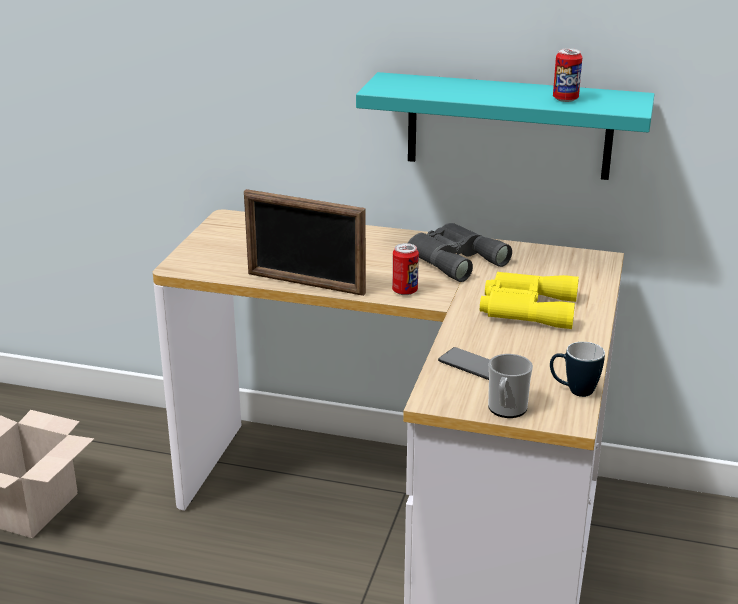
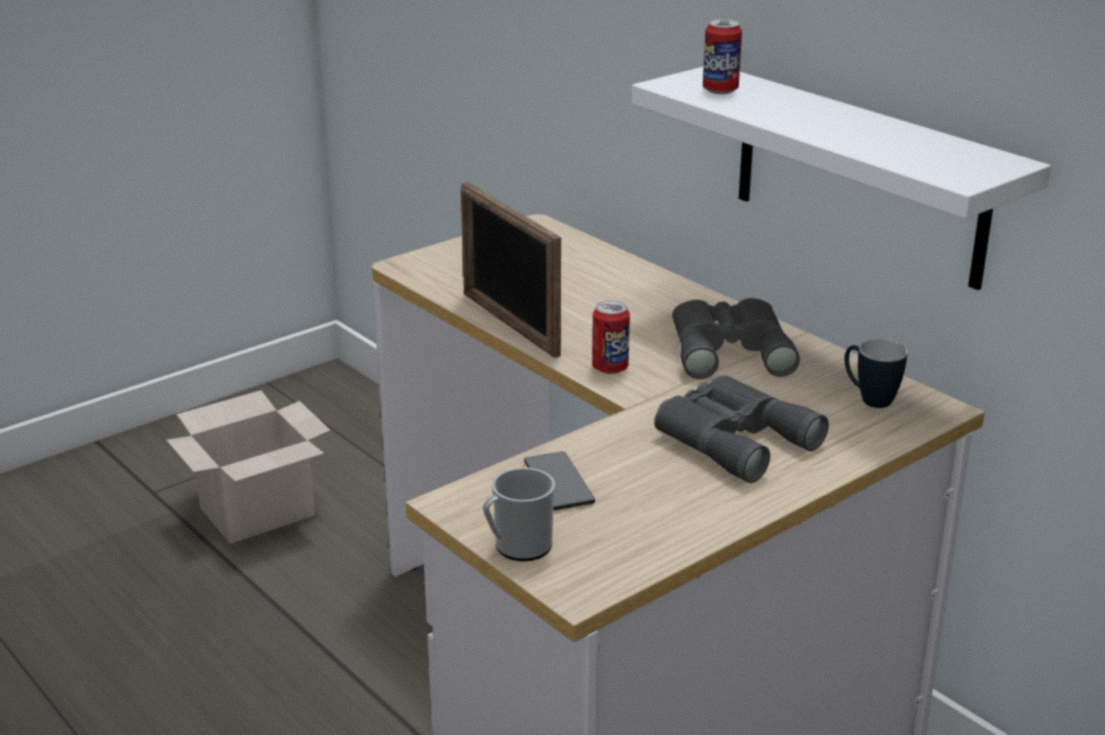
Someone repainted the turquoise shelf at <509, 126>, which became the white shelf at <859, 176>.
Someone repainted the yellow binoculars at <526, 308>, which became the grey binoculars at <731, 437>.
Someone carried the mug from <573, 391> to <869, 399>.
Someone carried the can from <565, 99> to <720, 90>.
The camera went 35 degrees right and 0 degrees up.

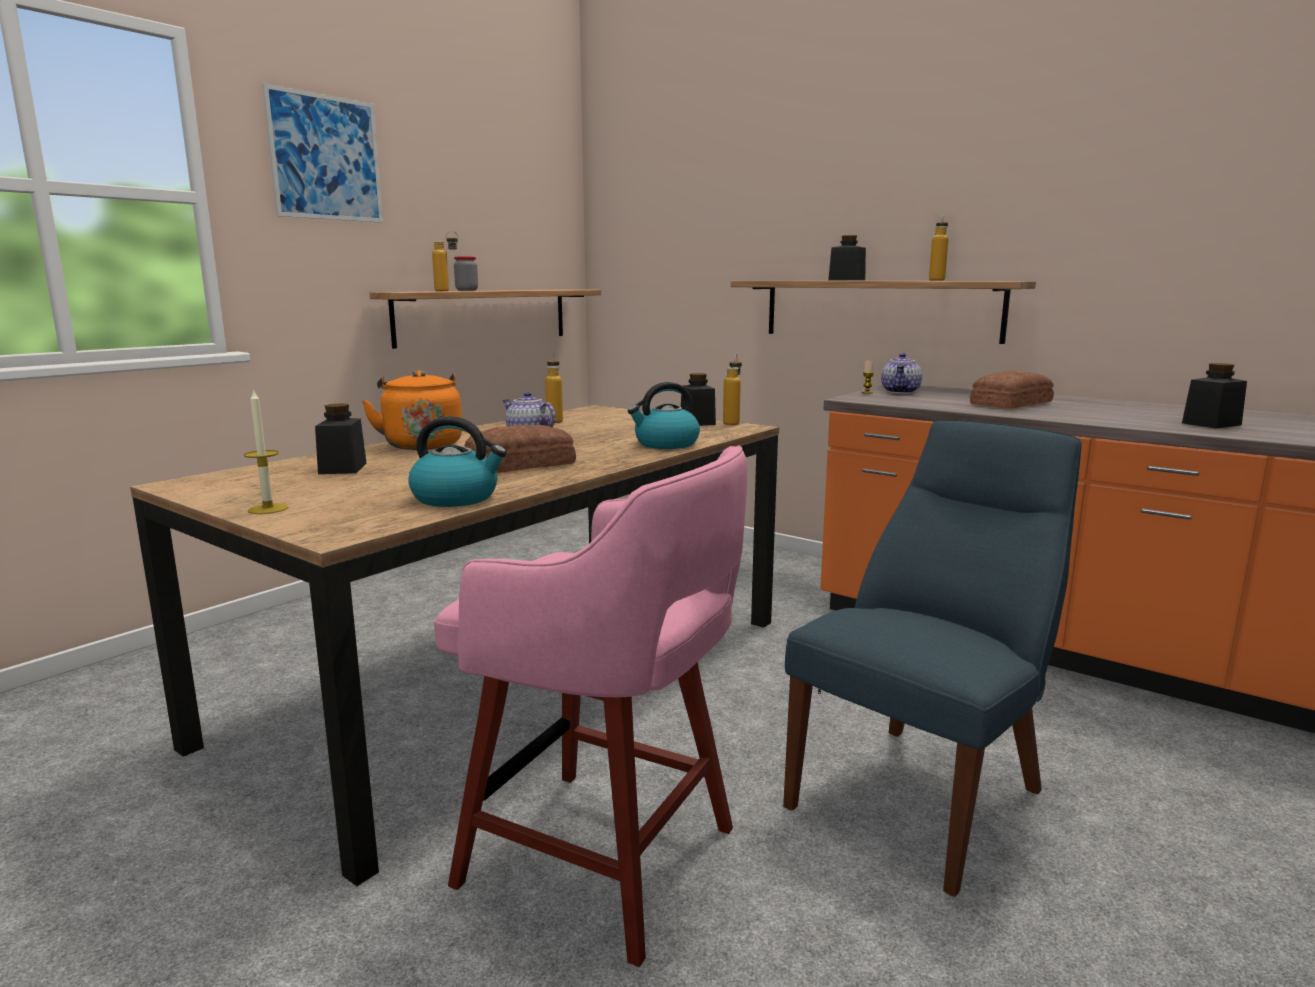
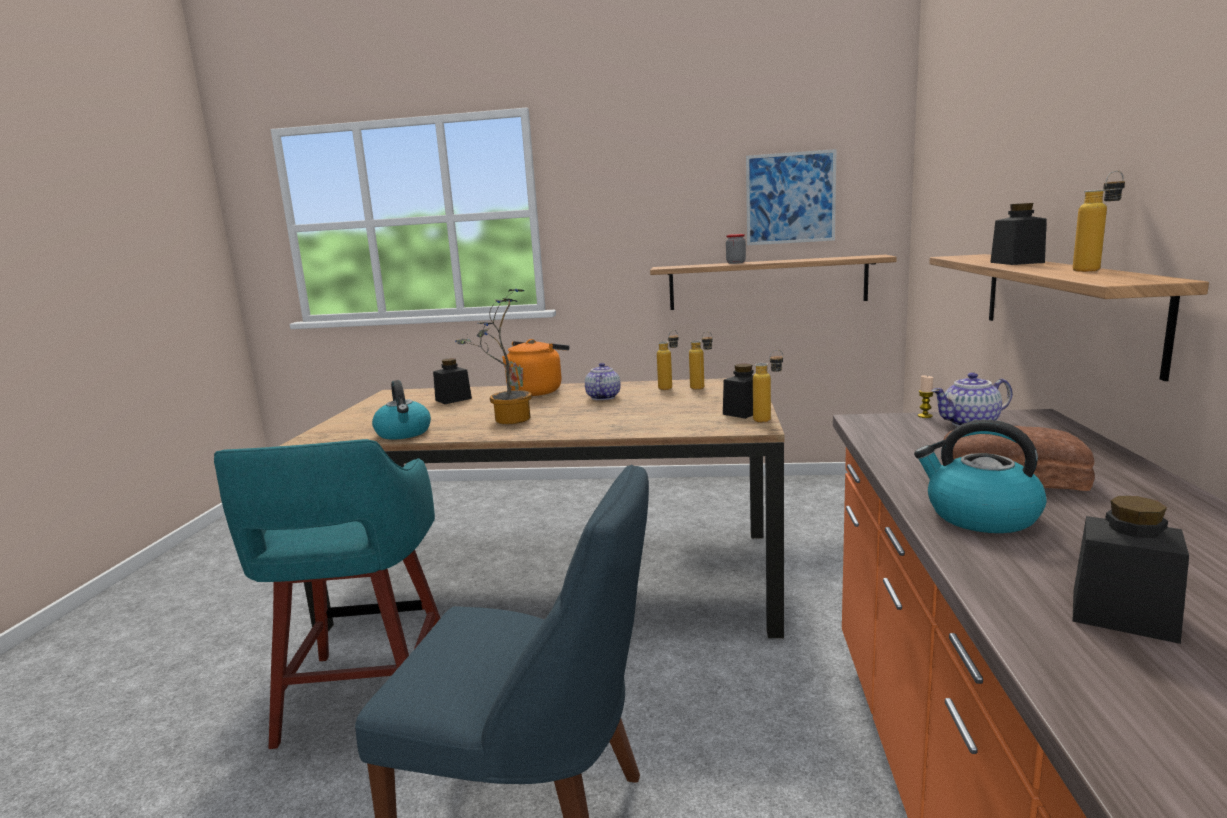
Someone took away the candle at <268, 509>.
Someone carried the picture from <325, 158> to <790, 198>.
Someone carried the bottle from <448, 291> to <702, 388>.
Someone repainted the pink stool at <606, 860>, which became the turquoise stool at <366, 697>.
Someone swapped the bread at <522, 465> for the potted plant at <507, 420>.
Someone carried the kettle from <665, 444> to <980, 516>.
The camera went 60 degrees right and 0 degrees up.

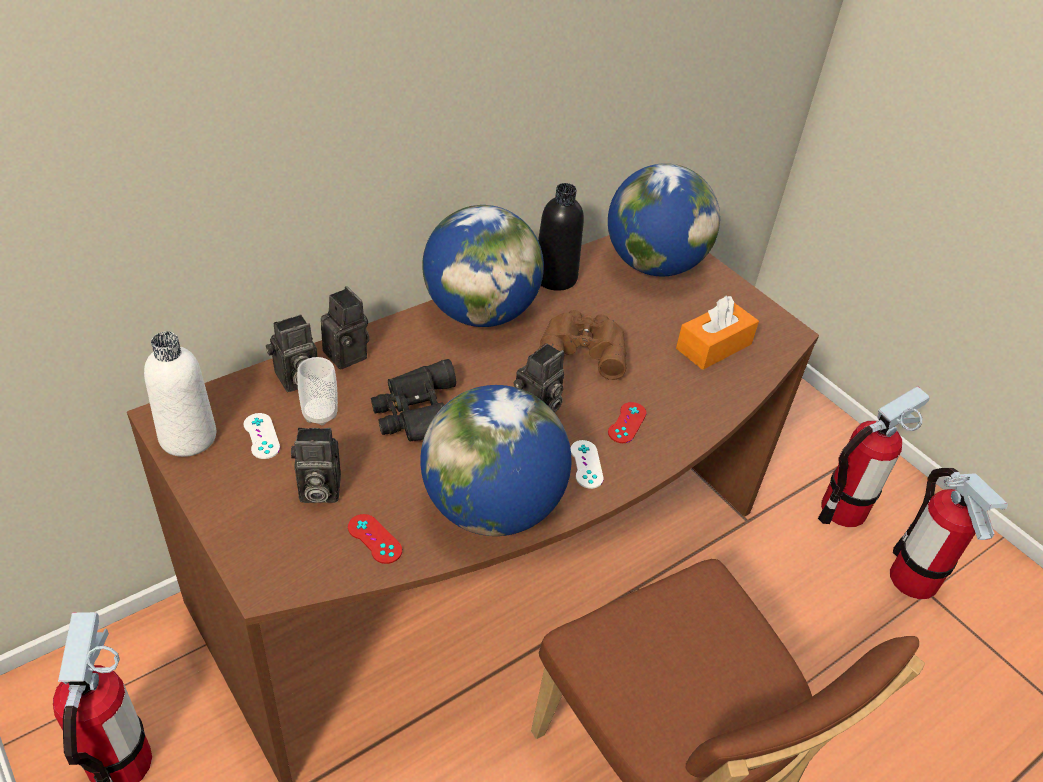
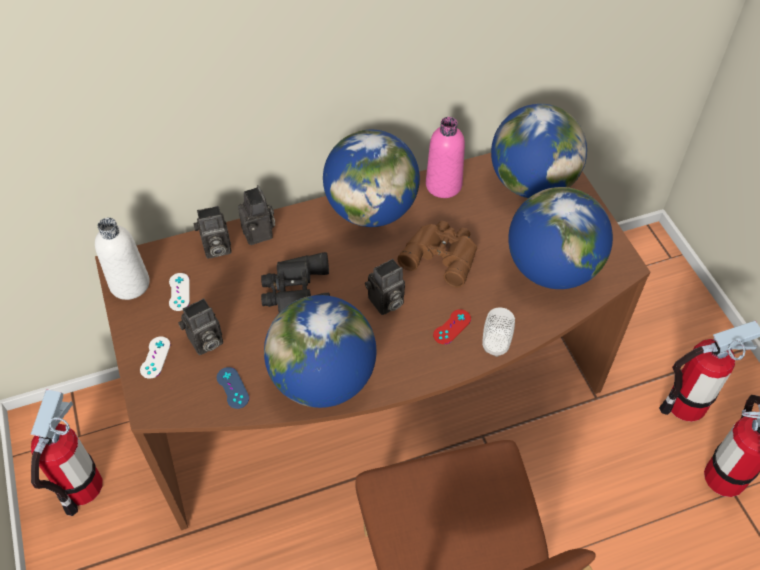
Someone rotated the photo camera at <317, 491> by 45 degrees counterclockwise.
Someone carried the cup from <320, 414> to <495, 346>.
Someone repainted the red game controller at <374, 539>, which became the blue game controller at <232, 388>.
Someone repainted the black bottle at <555, 278>, which became the pink bottle at <443, 185>.
Someone carried the white game controller from <586, 464> to <155, 357>.
Someone swapped the orange tissue box at <713, 346> for the globe at <552, 269>.
The camera went 20 degrees right and 10 degrees up.

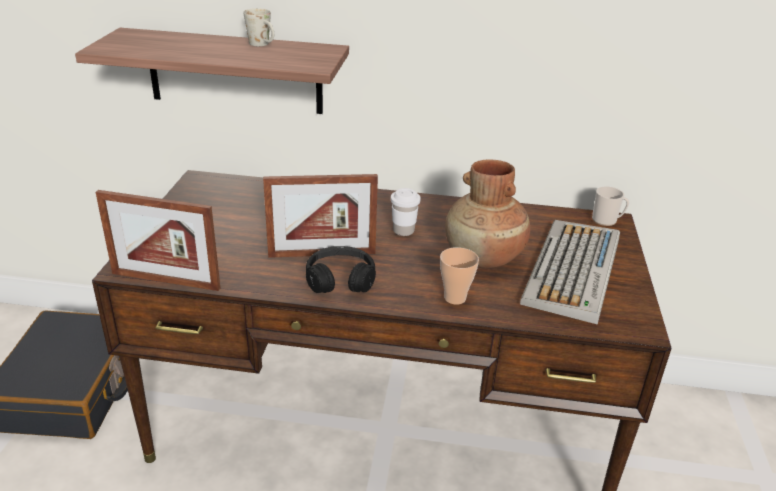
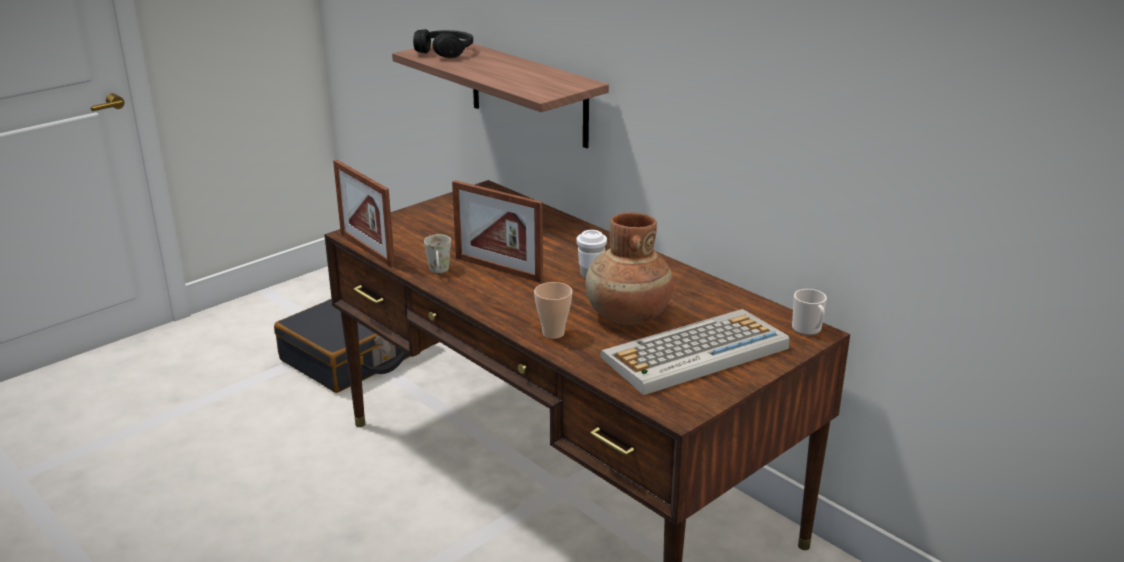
Someone carried the white mug from <263, 45> to <439, 271>.
Someone carried the black headphones from <340, 279> to <445, 52>.
The camera went 40 degrees right and 5 degrees down.

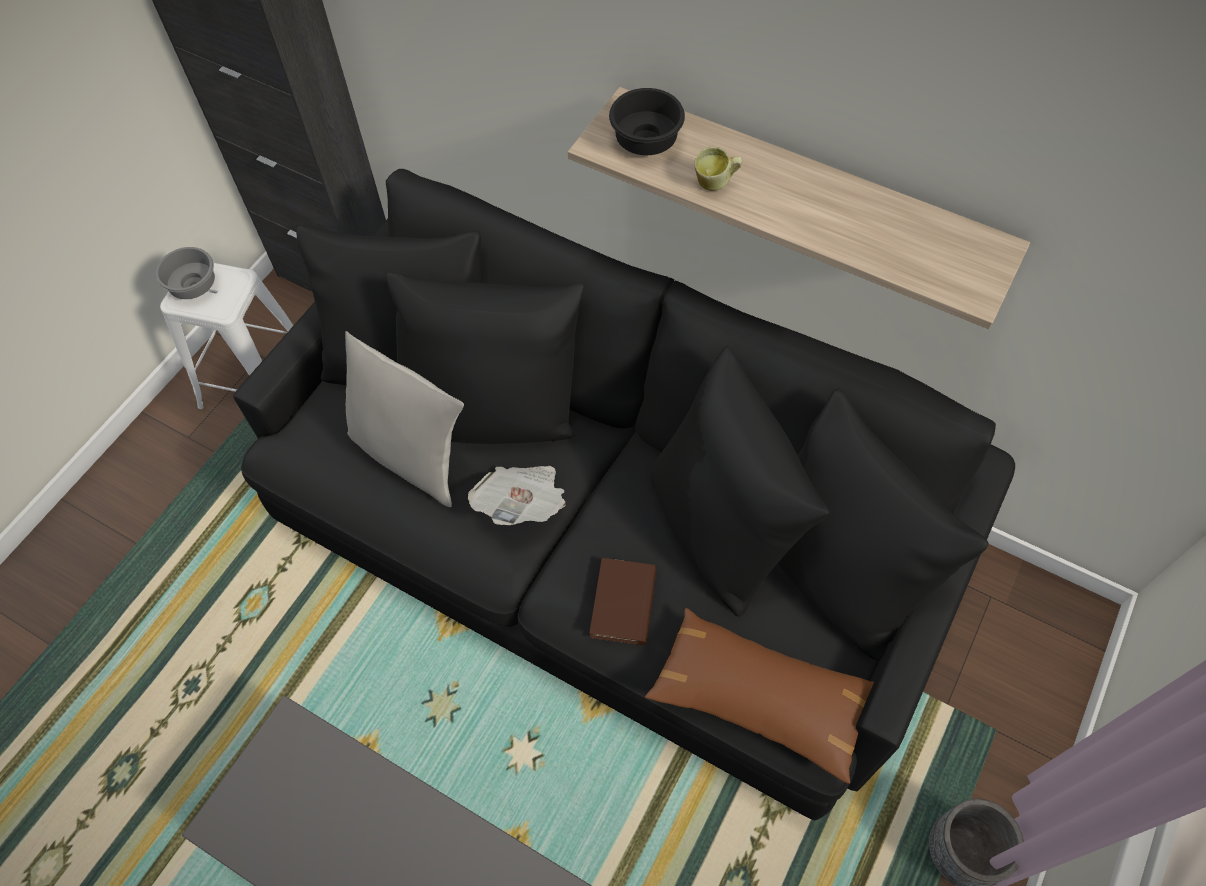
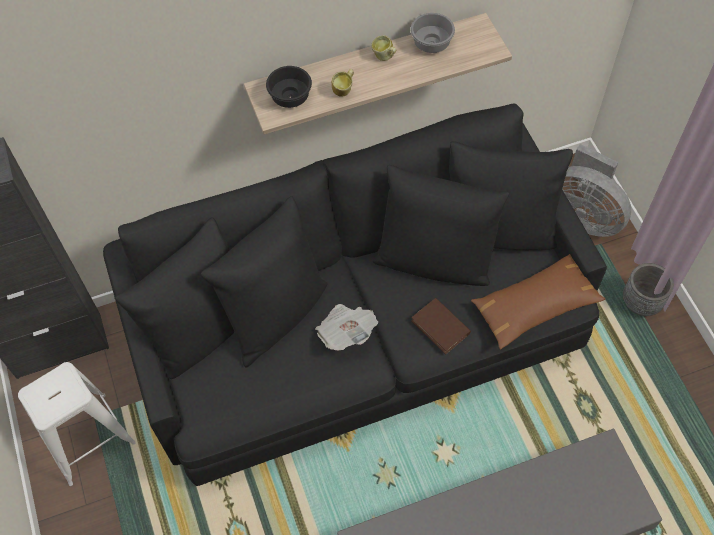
Someone carried the grey bowl from <194, 284> to <430, 43>.
Someone took away the grey pillow at <412, 455>.
Someone put down the mug at <384, 57>.
Someone put down the grey fan at <582, 216>.
The camera went 50 degrees left and 0 degrees up.

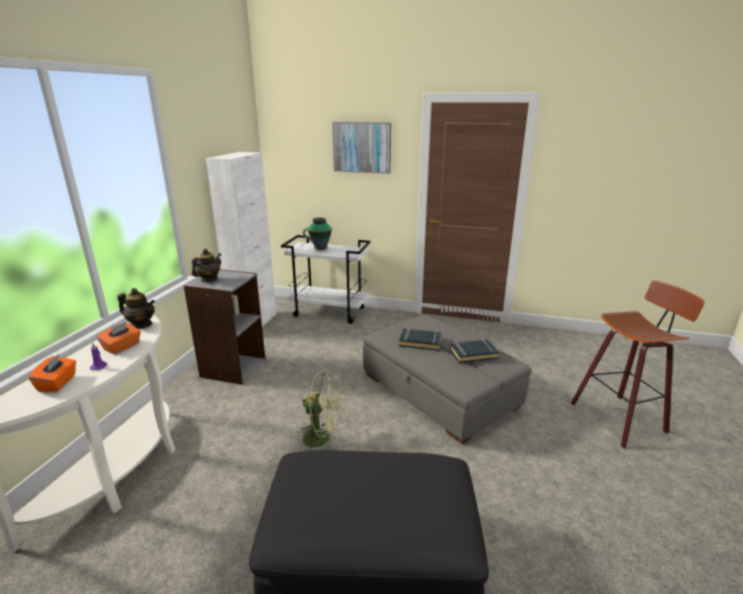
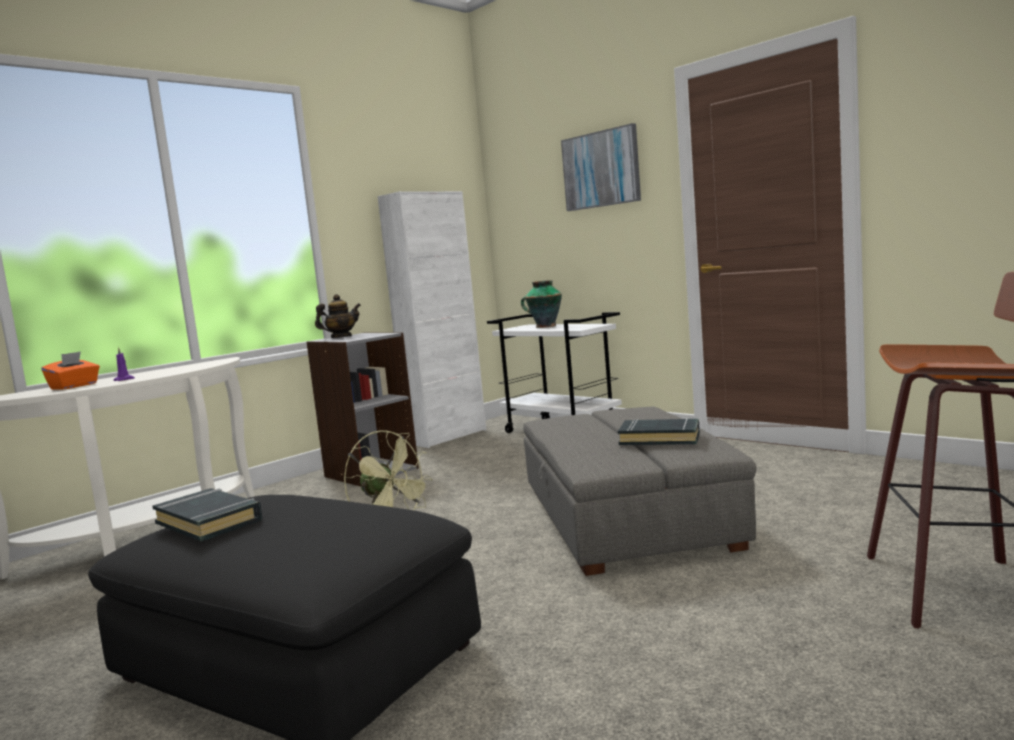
Someone took away the orange tissue box at <122, 347>.
Someone took away the teapot at <141, 325>.
Someone carried the black book from <420, 342> to <209, 521>.
The camera went 30 degrees right and 15 degrees down.

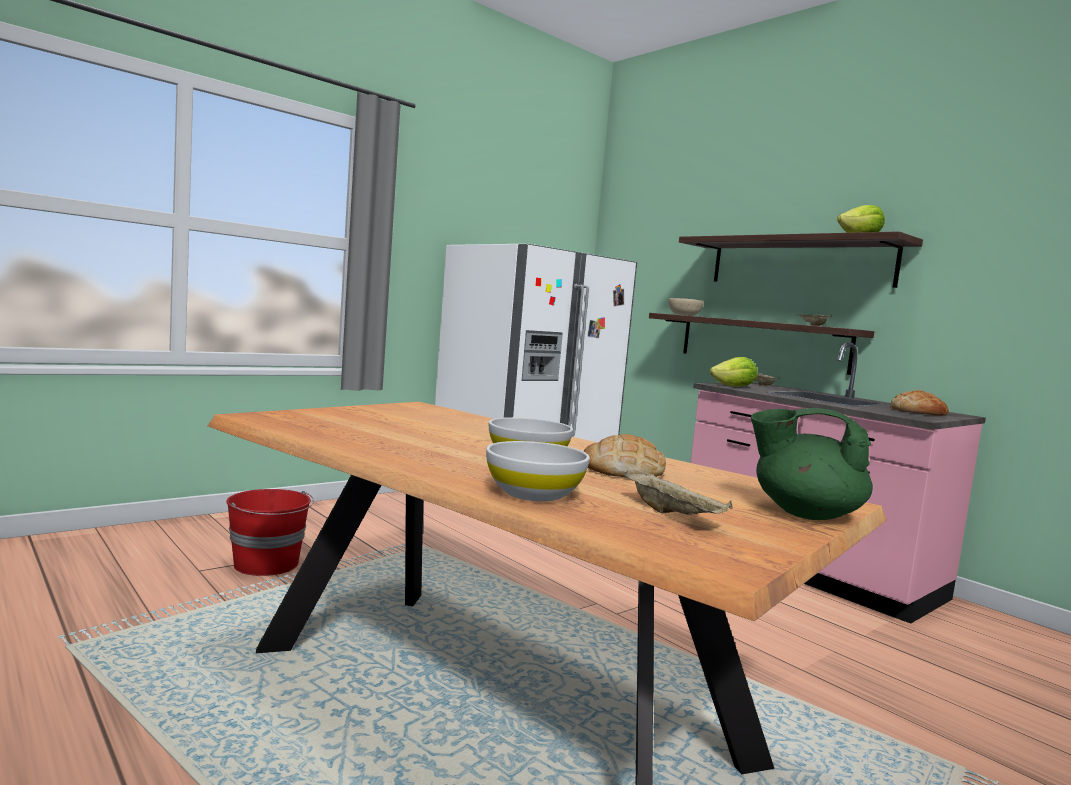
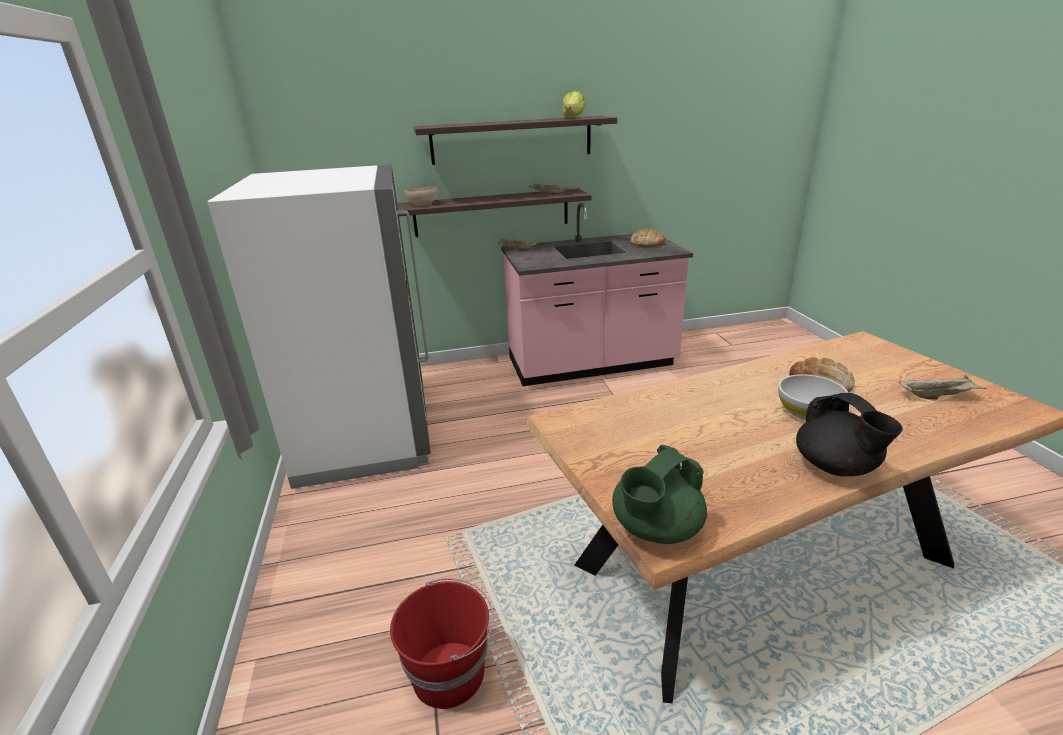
Someone took away the white bowl at <534, 494>.
Someone took away the lettuce at <734, 387>.
Someone carried the green teapot from <804, 513> to <655, 529>.
Someone put down the black teapot at <836, 467>.
The camera went 60 degrees left and 20 degrees up.

